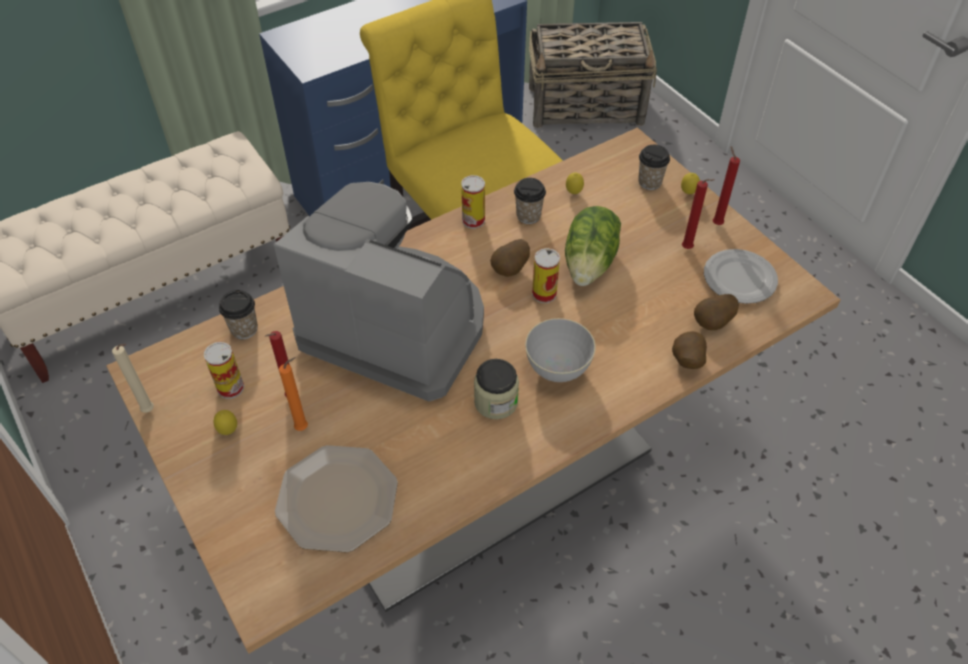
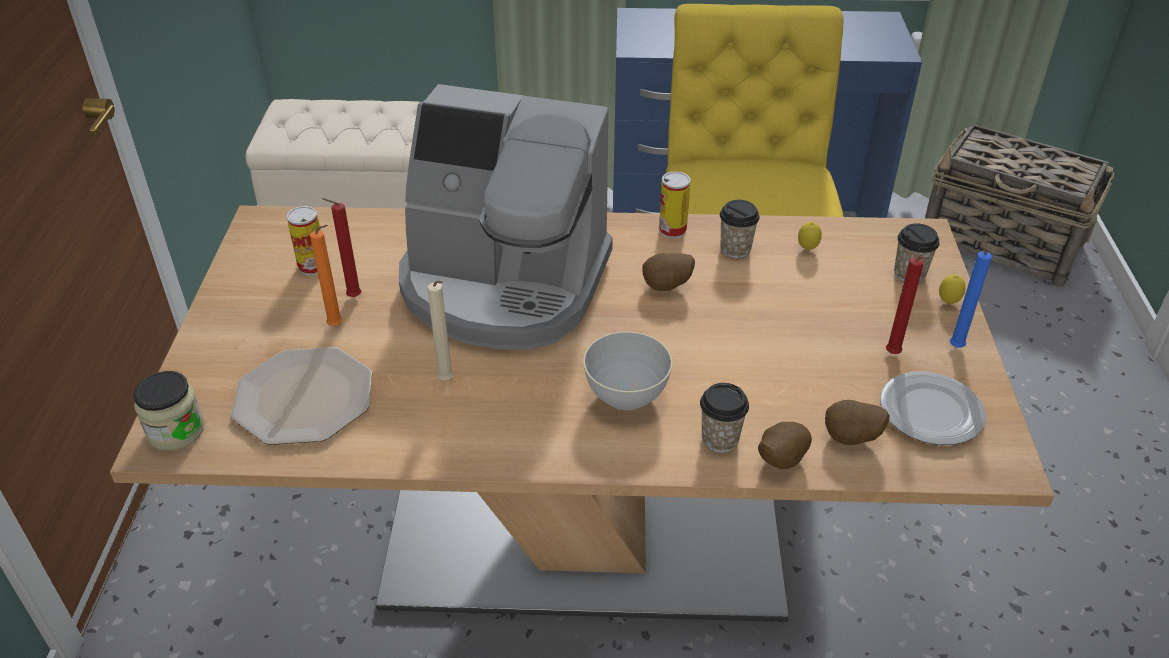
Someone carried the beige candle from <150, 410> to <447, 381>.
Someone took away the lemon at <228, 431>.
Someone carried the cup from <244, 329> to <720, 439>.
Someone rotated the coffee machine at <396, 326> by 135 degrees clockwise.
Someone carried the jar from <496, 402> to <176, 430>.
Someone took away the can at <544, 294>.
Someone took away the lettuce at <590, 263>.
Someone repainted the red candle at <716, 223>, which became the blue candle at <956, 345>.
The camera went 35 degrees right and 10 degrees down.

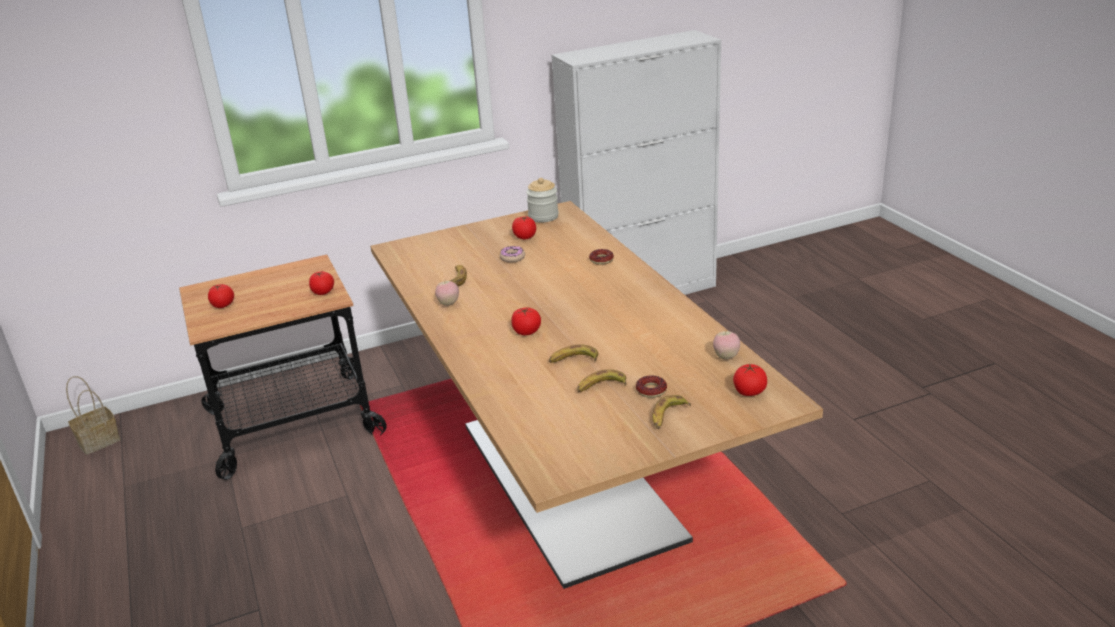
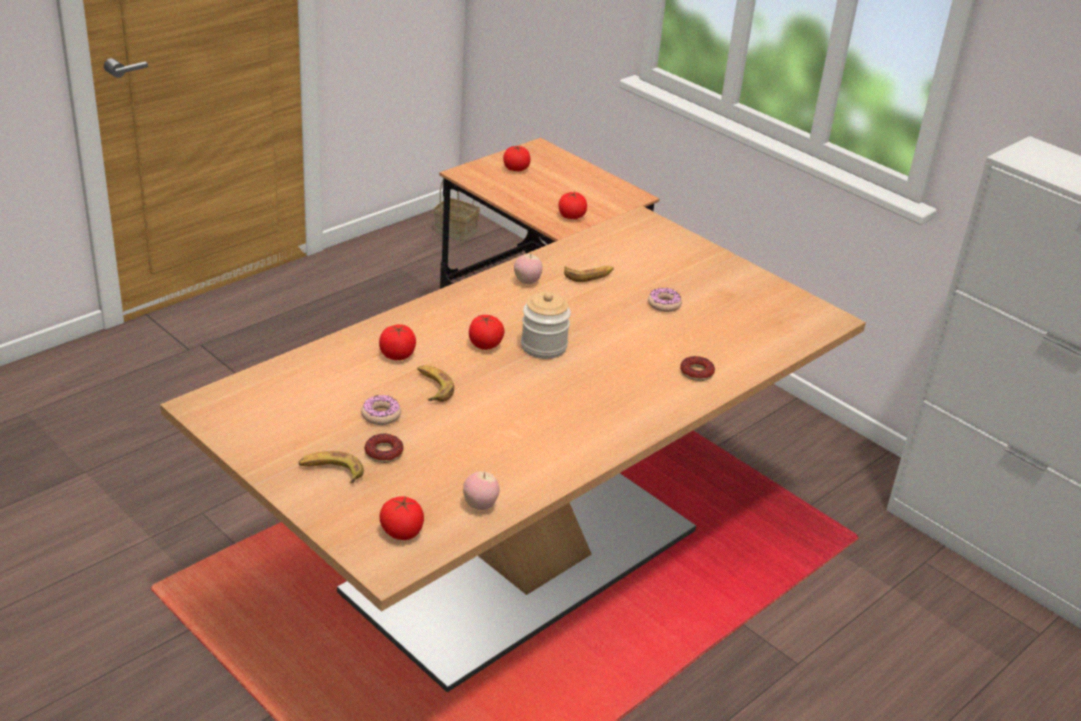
Someone carried the tomato from <524, 237> to <397, 355>.
Someone carried the jar from <543, 216> to <543, 347>.
Someone swapped the banana at <601, 387> for the donut at <381, 415>.
The camera went 65 degrees right and 5 degrees up.

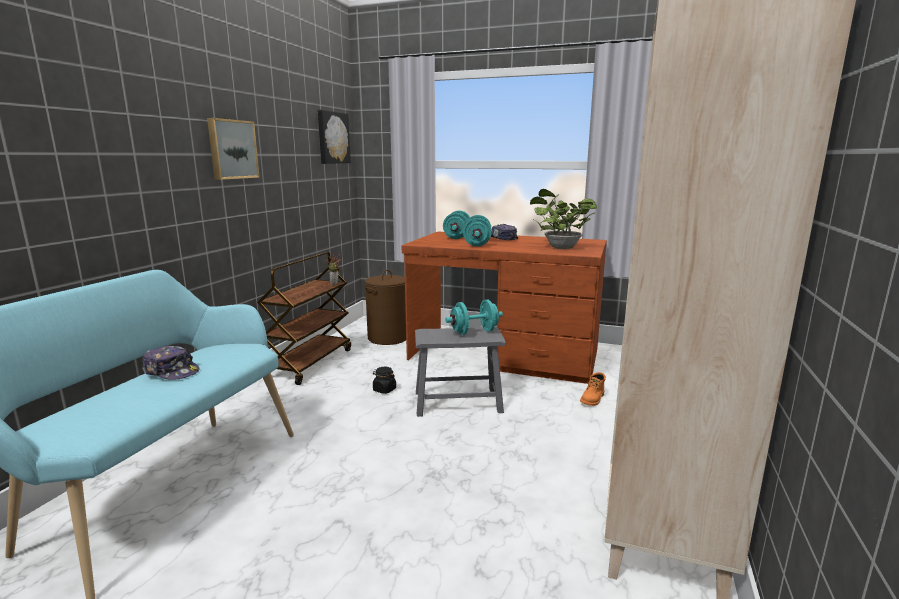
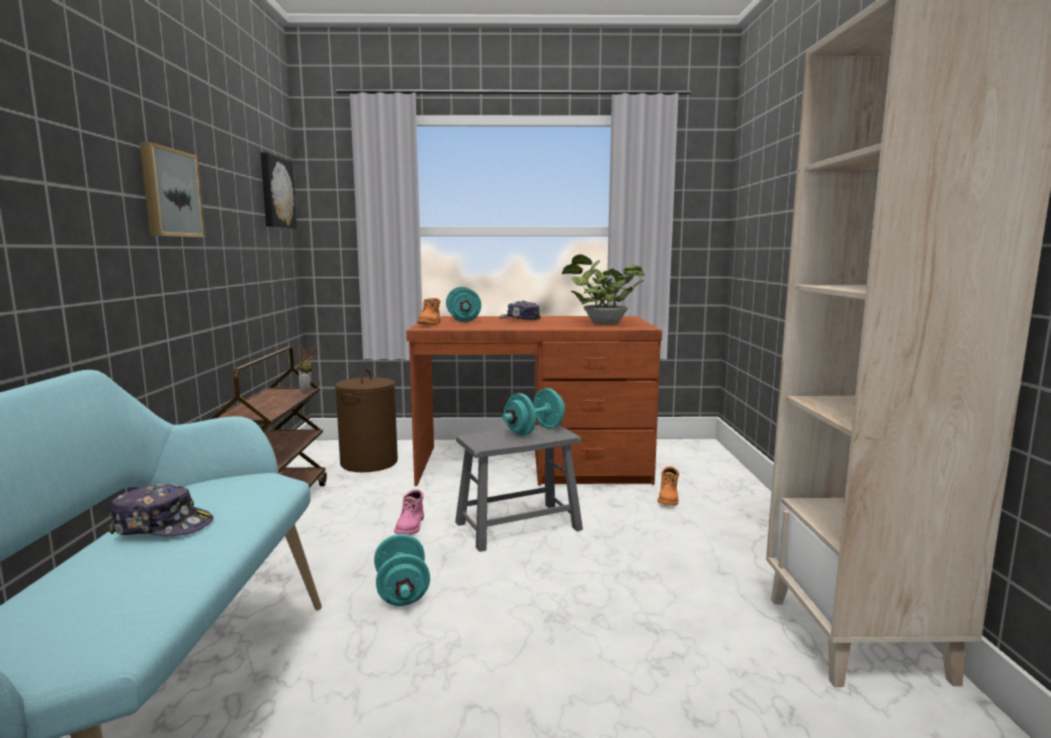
Someone swapped the black jar at <384, 390> for the pink boot at <411, 526>.
Someone carried the turquoise dumbbell from <477, 244> to <402, 592>.
Someone put down the orange boot at <430, 324>.
The camera went 20 degrees left and 5 degrees down.

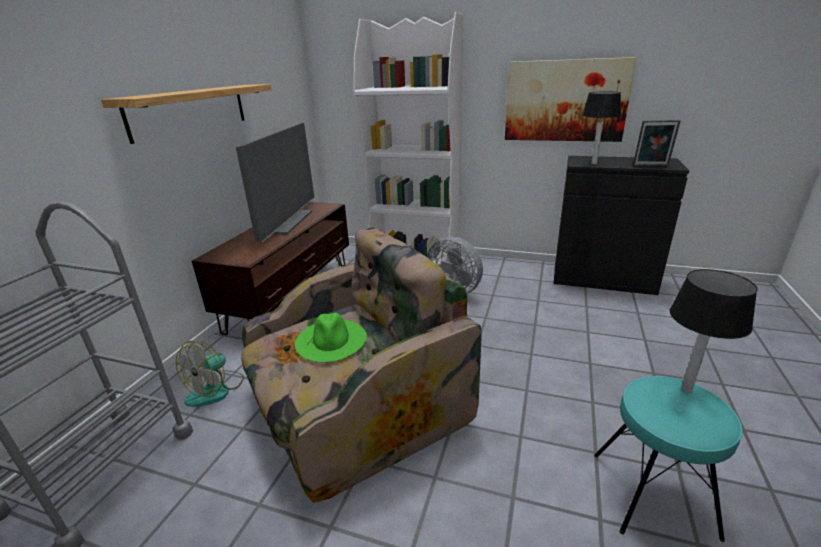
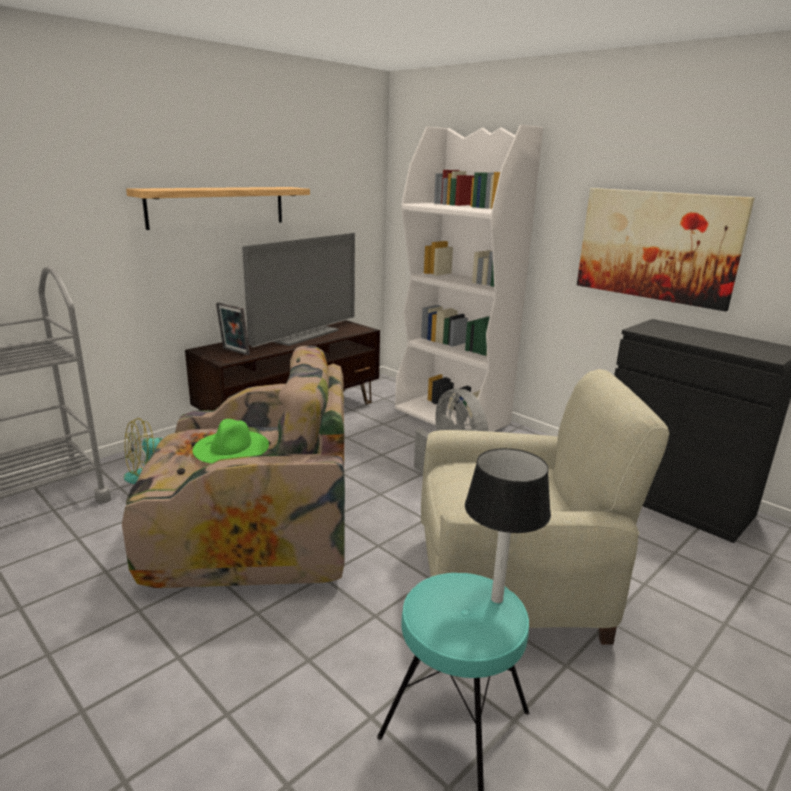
Someone took away the table lamp at <593, 163>.
Someone carried the picture frame from <651, 166> to <234, 352>.
Someone put down the beige armchair at <512, 586>.
The camera went 25 degrees right and 5 degrees down.

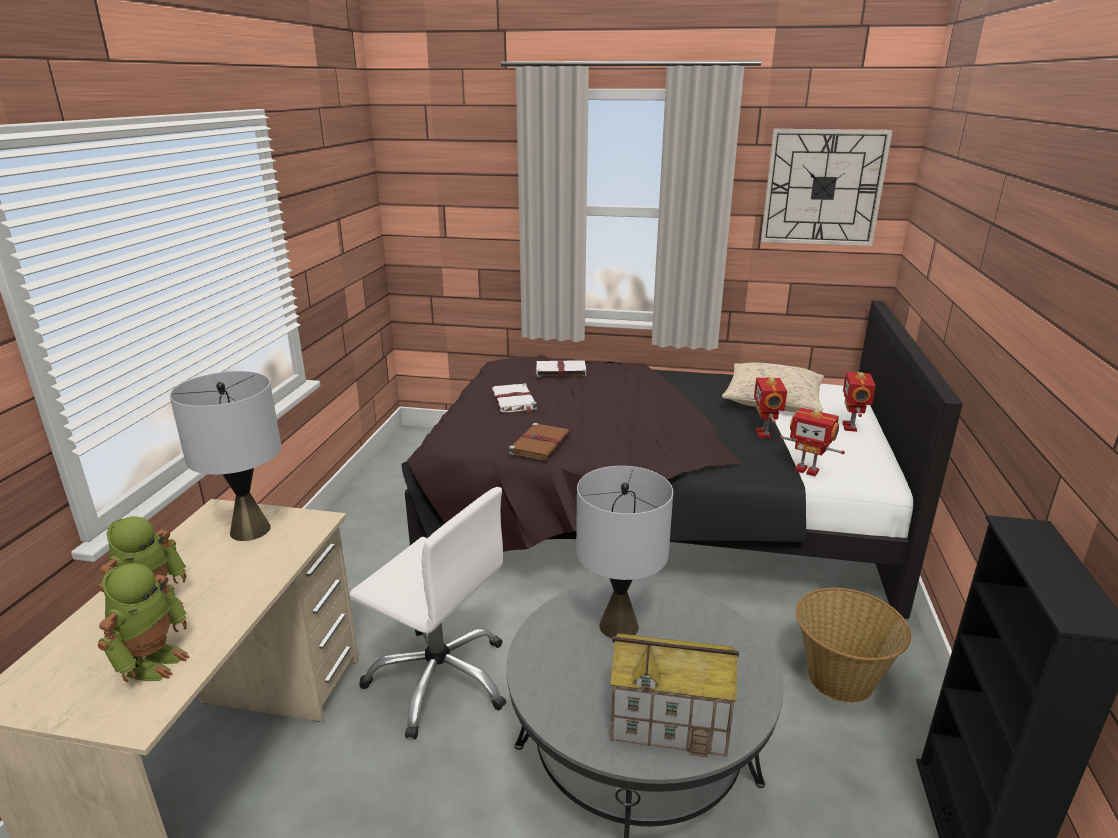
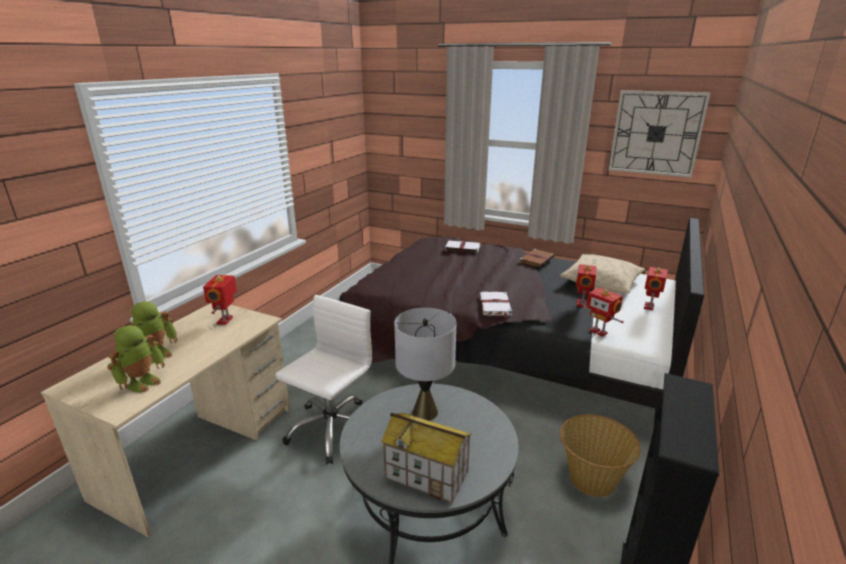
Someone swapped the grey table lamp at <250, 530> for the toy robot at <226, 320>.
Someone rotated the white office chair at <440, 679> by 105 degrees counterclockwise.
Someone carried the white book from <514, 401> to <495, 306>.
Someone carried the brown book from <540, 444> to <537, 259>.
The camera went 15 degrees right and 0 degrees up.

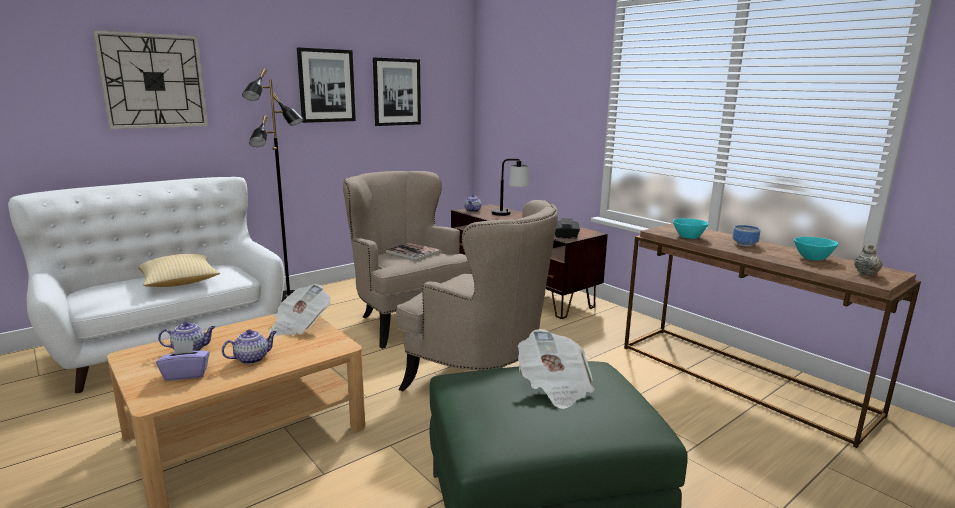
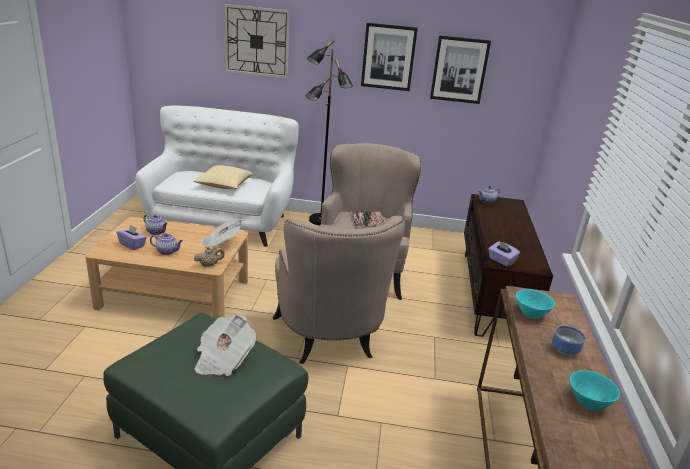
Someone took away the table lamp at <509, 214>.
Someone repainted the black tissue box at <565, 237>, which became the purple tissue box at <501, 261>.
Someone carried the beige teapot from <865, 273> to <209, 265>.
The camera went 45 degrees right and 10 degrees up.

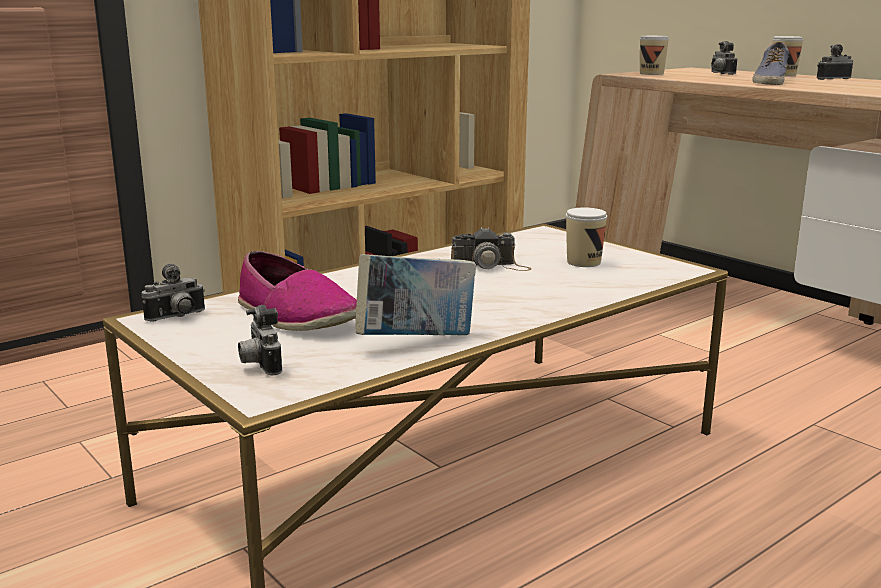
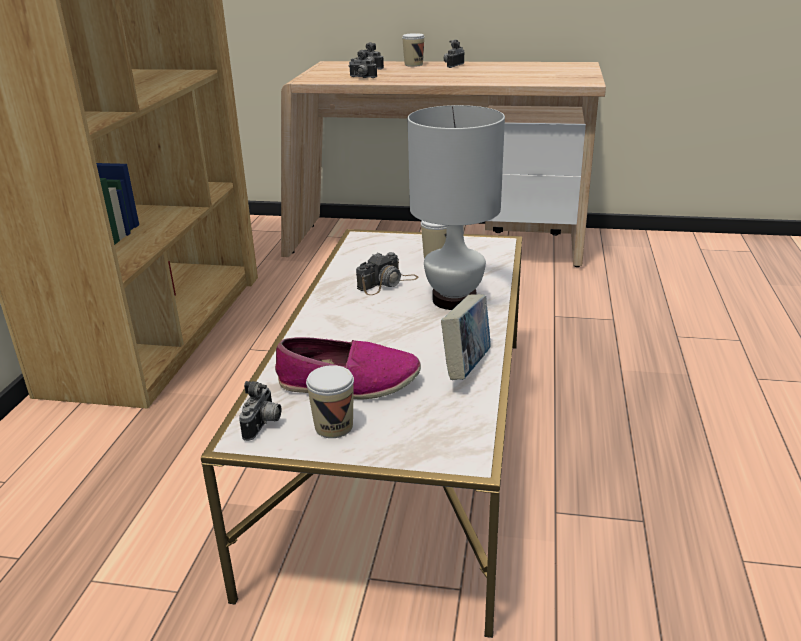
Someone carried the photo camera from <259, 365> to <362, 78>.
Someone carried the cup from <651, 74> to <334, 426>.
Someone took away the shoe at <769, 81>.
Someone put down the white table lamp at <455, 299>.
The camera went 40 degrees left and 10 degrees up.

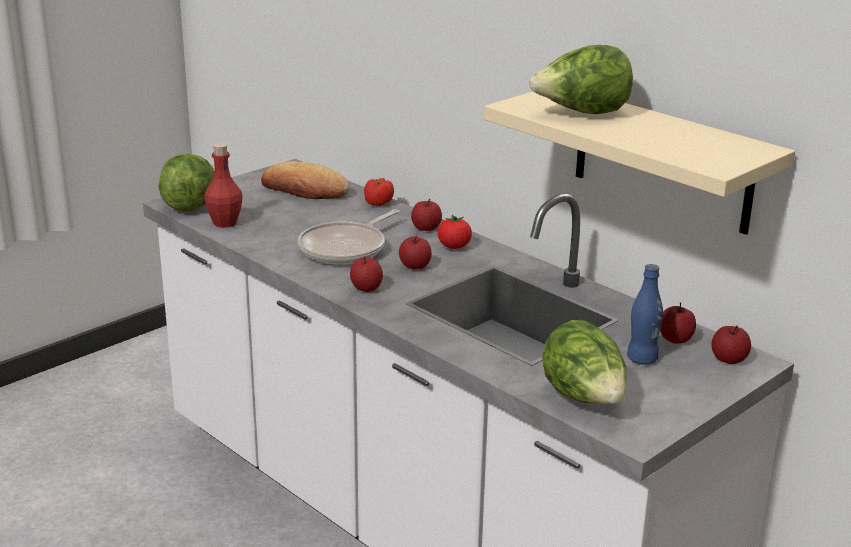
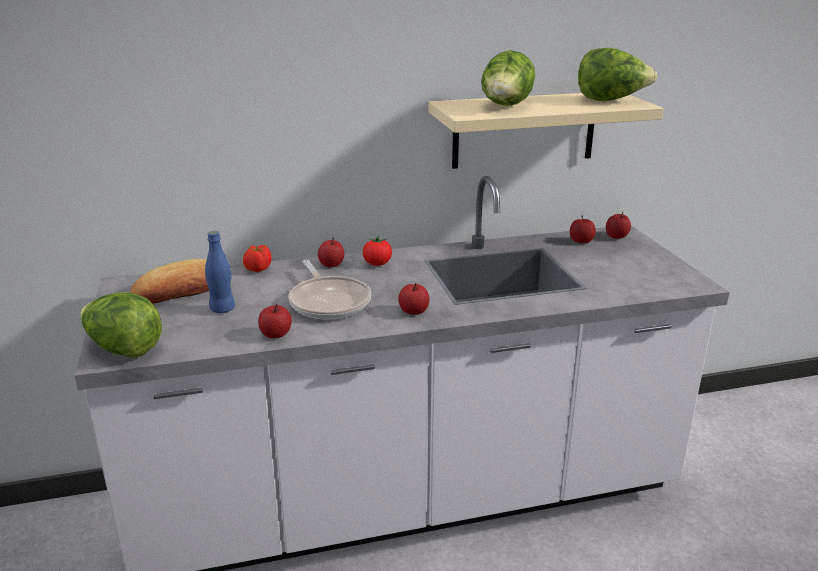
Someone took away the red bottle at <225, 223>.
Someone carried the apple from <415, 266> to <276, 334>.
Someone carried the lettuce from <584, 399> to <611, 101>.
Someone carried the blue bottle from <642, 359> to <222, 309>.
The camera went 60 degrees left and 0 degrees up.

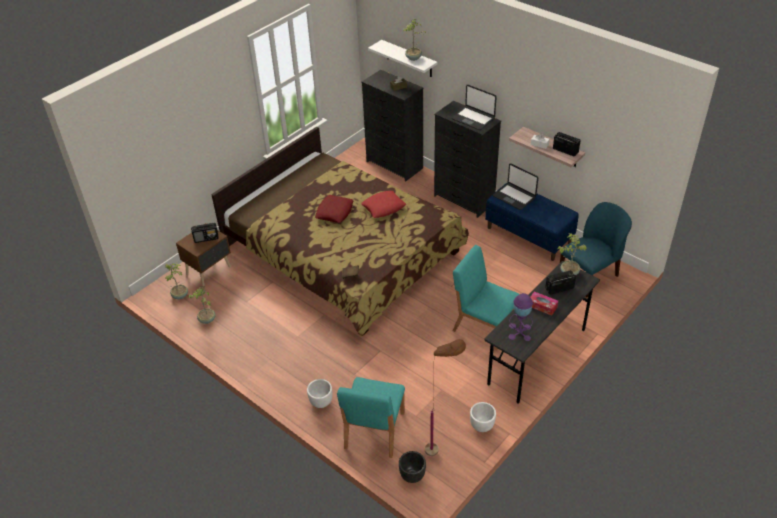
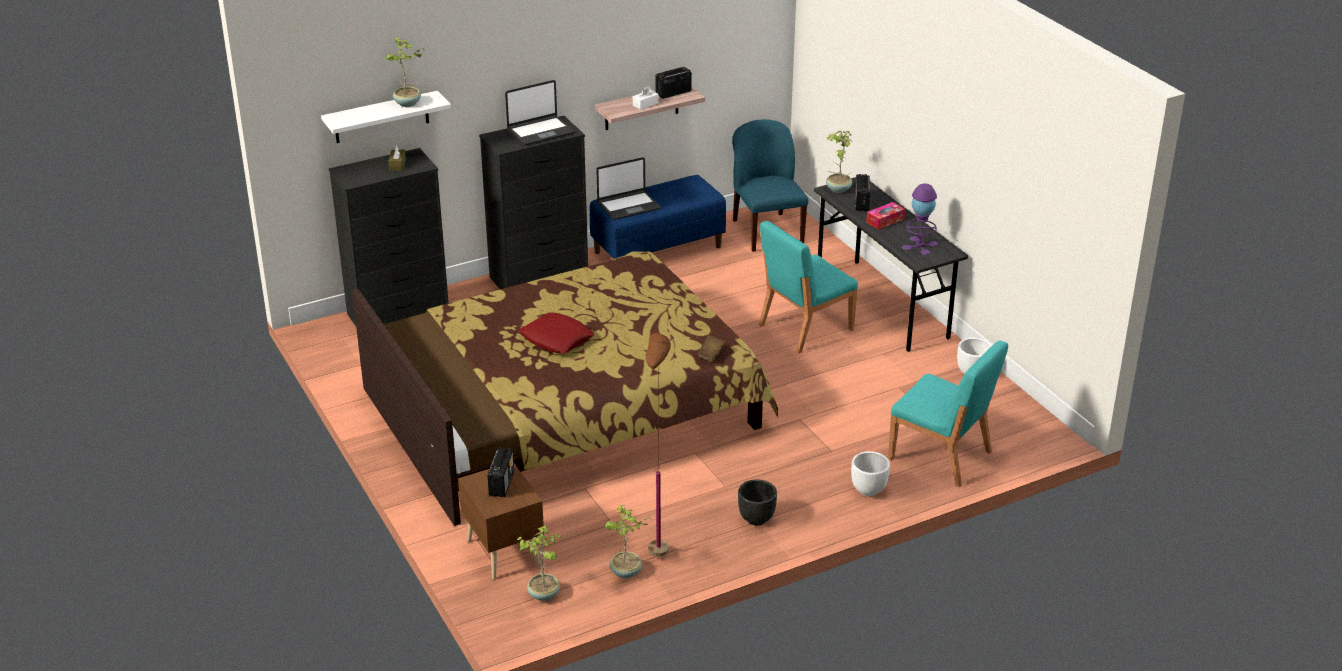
Someone took away the red pillow at <383, 207>.
Someone carried the black planter from <412, 476> to <756, 519>.
Someone carried the brown floor lamp from <442, 448> to <658, 542>.
The camera went 70 degrees left and 10 degrees down.

